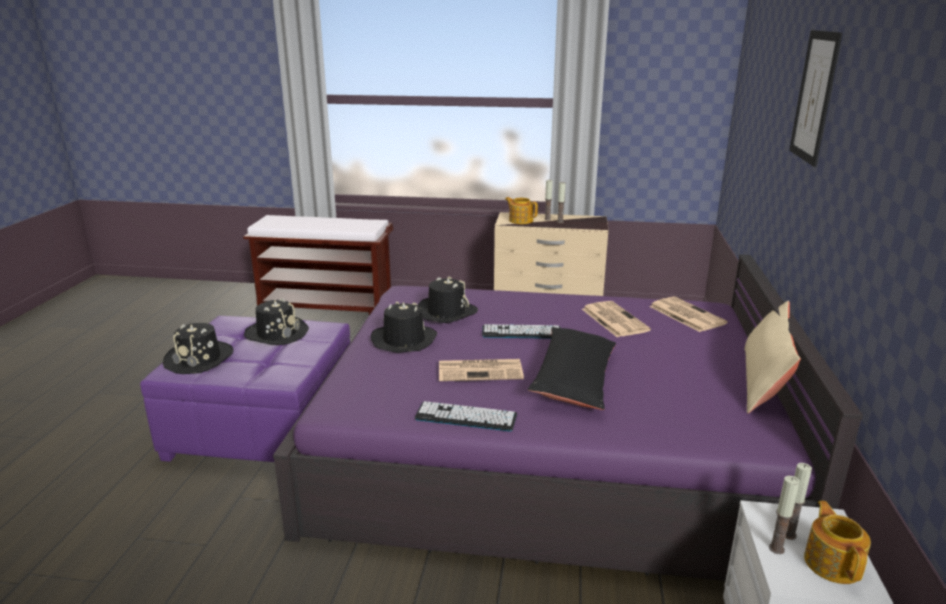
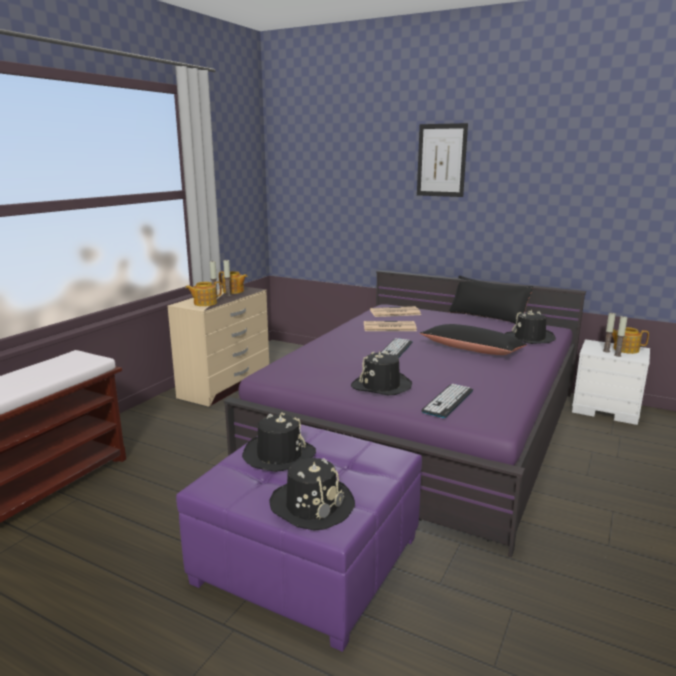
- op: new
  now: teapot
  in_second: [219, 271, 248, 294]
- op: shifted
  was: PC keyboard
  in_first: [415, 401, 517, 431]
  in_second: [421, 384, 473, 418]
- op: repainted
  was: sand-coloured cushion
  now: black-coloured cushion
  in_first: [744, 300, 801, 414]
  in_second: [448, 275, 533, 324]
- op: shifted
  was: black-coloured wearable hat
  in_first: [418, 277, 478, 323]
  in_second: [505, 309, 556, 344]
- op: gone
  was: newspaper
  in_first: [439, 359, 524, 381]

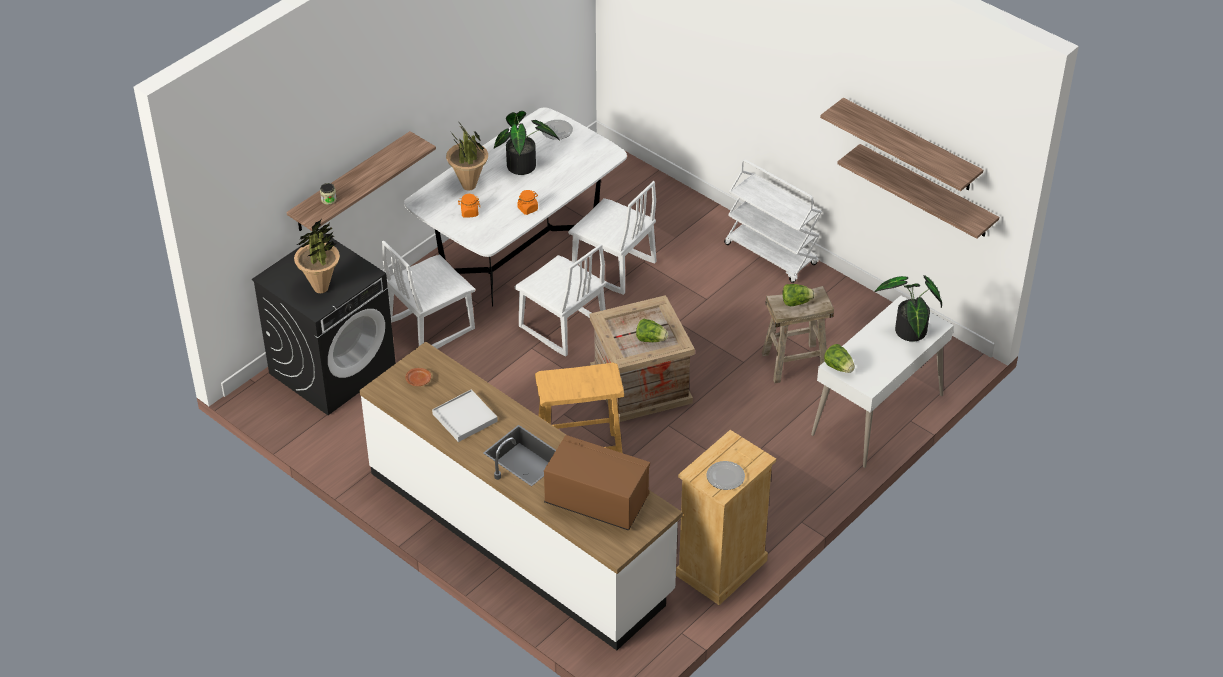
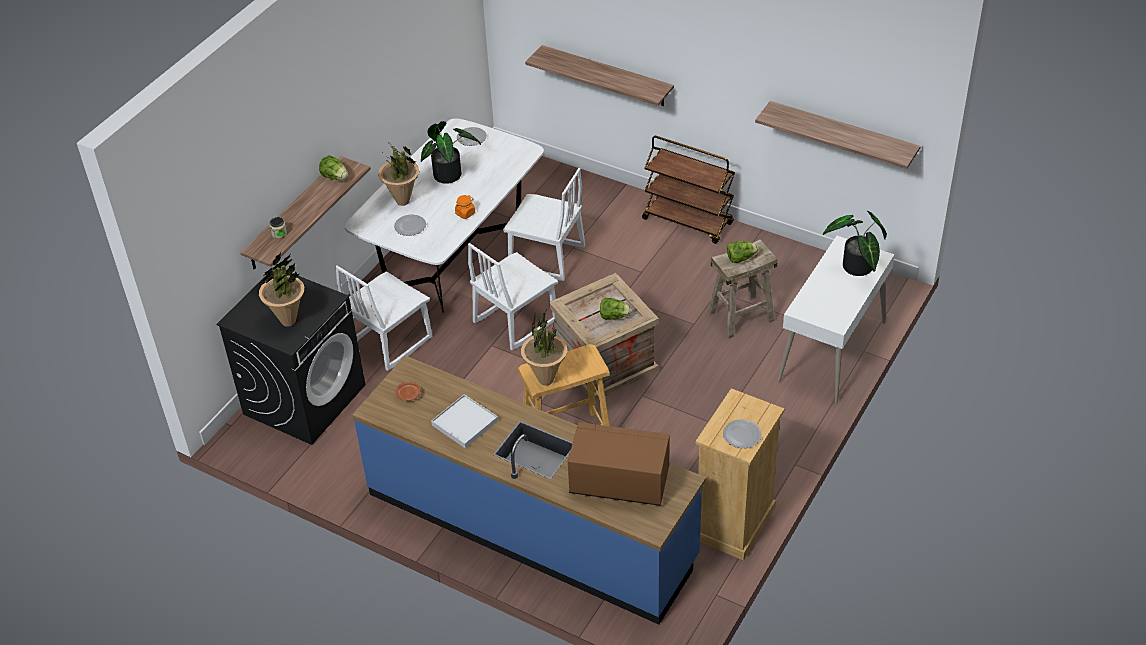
- op: shifted
  was: head of lettuce
  in_first: [824, 344, 855, 373]
  in_second: [319, 155, 348, 180]
- op: repainted
  was: white-coloured counter
  now: blue counter
  in_first: [359, 342, 683, 650]
  in_second: [352, 356, 706, 625]
- op: swapped
  was: orange preserve jar
  now: dinner plate
  in_first: [458, 194, 480, 218]
  in_second: [394, 215, 426, 236]
- op: rotated
  was: white-coloured plain chair
  in_first: [514, 244, 606, 357]
  in_second: [468, 243, 558, 350]
  clockwise: 105
- op: new
  now: plant in a pot
  in_second: [521, 311, 567, 386]
- op: shifted
  was: wall shelf
  in_first: [820, 98, 983, 191]
  in_second: [525, 45, 674, 106]
- op: repainted
  was: white-coloured wheeled cart
  now: brown-coloured wheeled cart
  in_first: [724, 159, 822, 283]
  in_second: [642, 136, 735, 244]

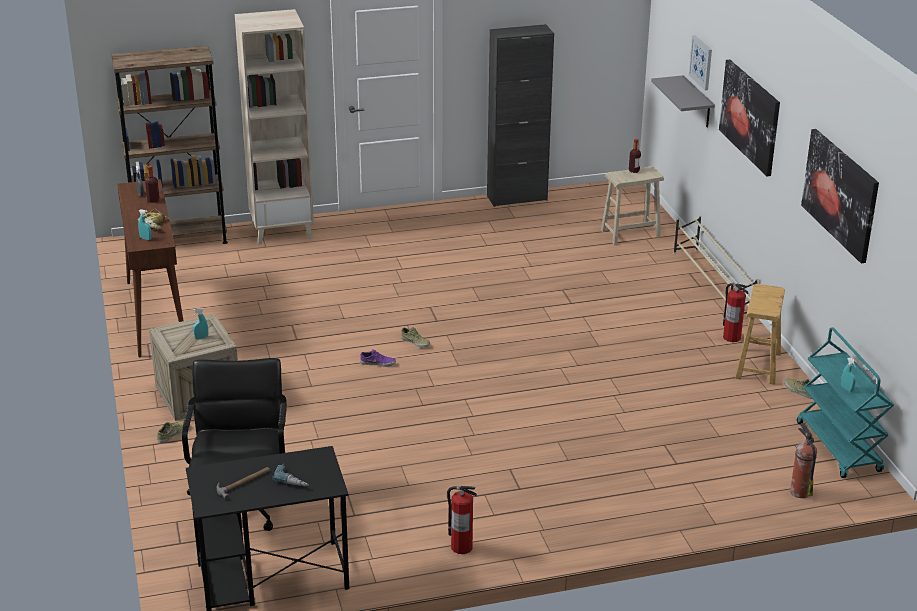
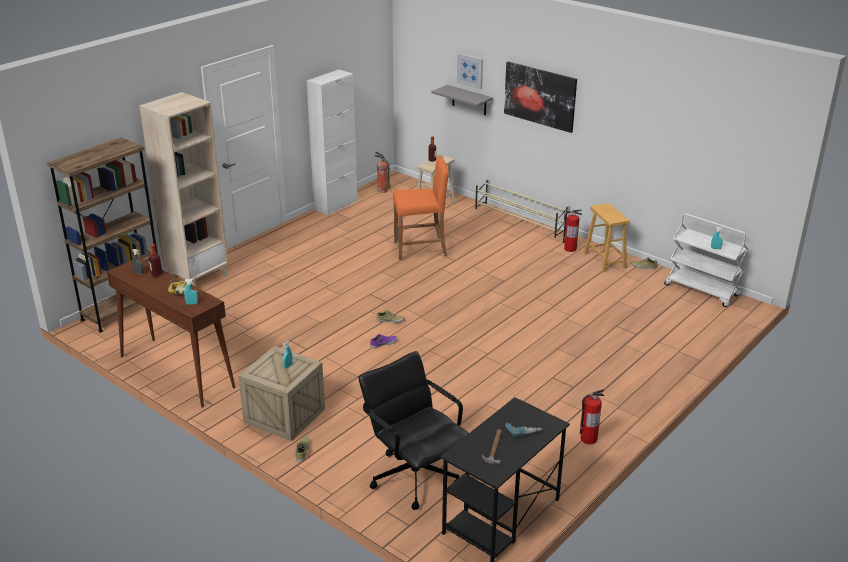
- op: repainted
  was: black-coloured cupboard
  now: white-coloured cupboard
  in_first: [487, 24, 554, 207]
  in_second: [307, 69, 357, 216]
- op: shifted
  was: fire-fighting cylinder
  in_first: [790, 423, 817, 498]
  in_second: [375, 152, 391, 193]
- op: new
  now: orange stool
  in_second: [393, 156, 449, 260]
- op: repainted
  was: turquoise wheeled cart
  now: white-coloured wheeled cart
  in_first: [797, 327, 894, 478]
  in_second: [664, 213, 748, 307]
- op: gone
  was: picture
  in_first: [801, 129, 879, 263]

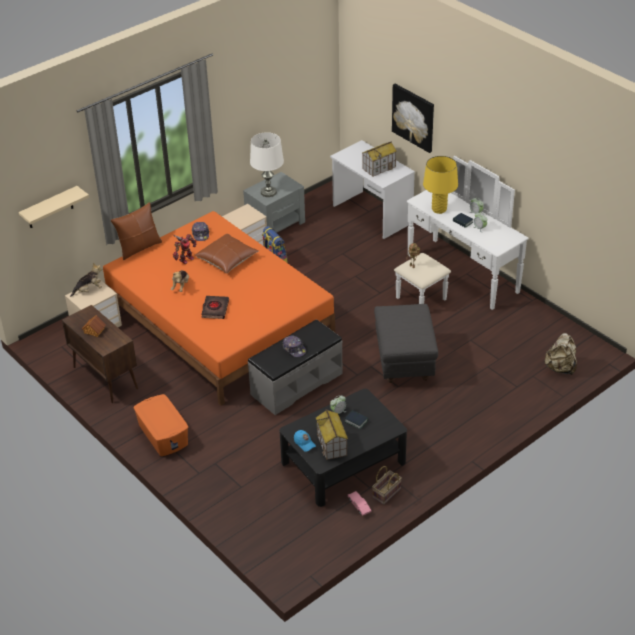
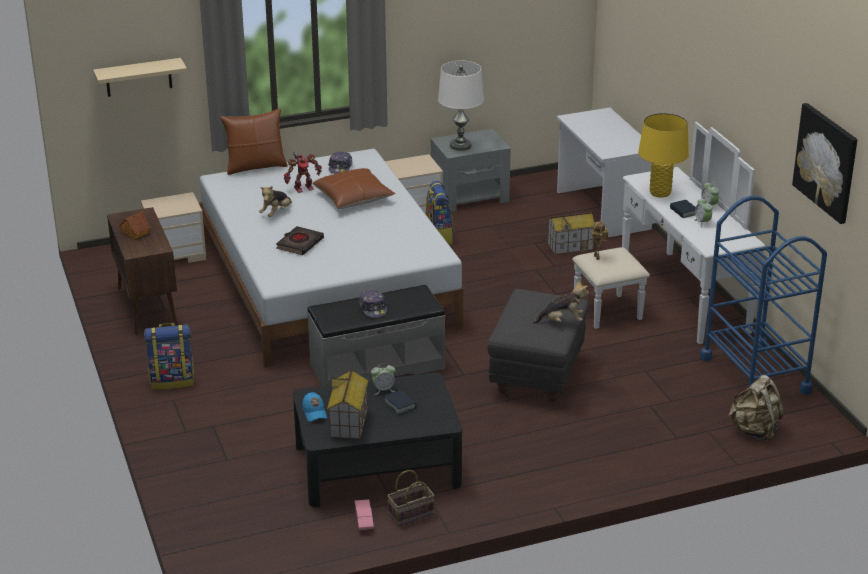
- op: swapped
  was: orange storage container
  now: rucksack
  in_first: [134, 394, 188, 456]
  in_second: [144, 323, 194, 390]
- op: repainted
  was: orange bedroom bed
  now: white-coloured bedroom bed
  in_first: [103, 211, 335, 406]
  in_second: [199, 149, 463, 367]
- op: shifted
  was: cuddly toy
  in_first: [70, 263, 102, 297]
  in_second: [533, 280, 589, 324]
- op: shifted
  was: model house
  in_first: [363, 141, 397, 177]
  in_second: [548, 212, 595, 254]
- op: new
  now: blue wheeled cart
  in_second: [700, 196, 827, 394]
- op: shifted
  was: picture
  in_first: [392, 84, 434, 153]
  in_second: [792, 103, 858, 224]

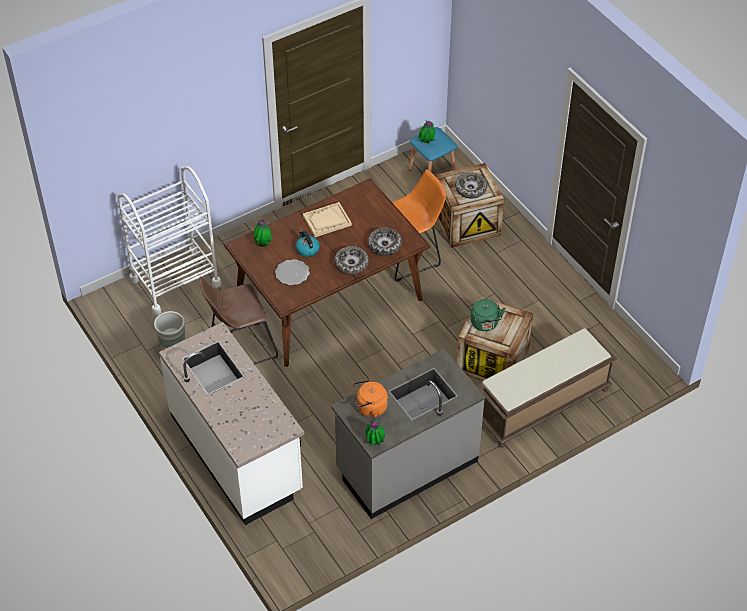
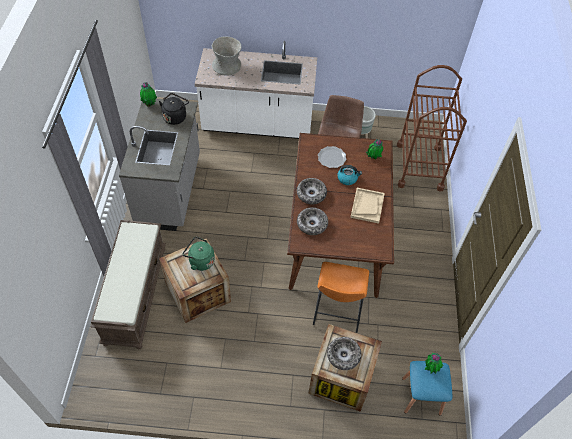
- op: repainted
  was: orange water kettle
  now: black-coloured water kettle
  in_first: [353, 379, 388, 417]
  in_second: [159, 93, 189, 125]
- op: new
  now: gray decorative vase
  in_second: [212, 36, 241, 75]
- op: repainted
  was: white-coloured wheeled cart
  now: brown-coloured wheeled cart
  in_first: [117, 166, 221, 315]
  in_second: [397, 65, 467, 192]

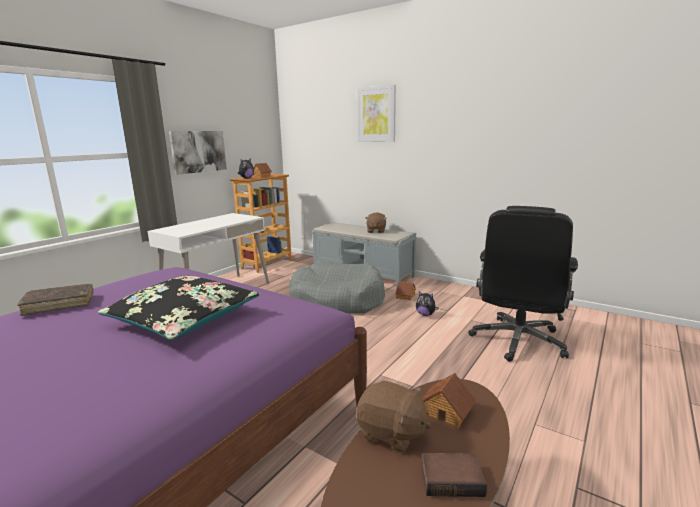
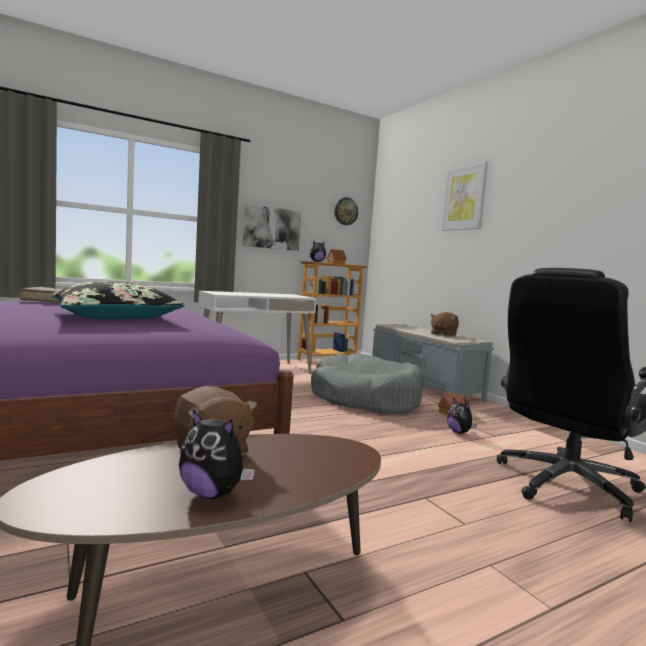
- op: swapped
  was: book
  now: cuddly toy
  in_first: [421, 453, 487, 497]
  in_second: [179, 409, 255, 499]
- op: new
  now: hanging clock
  in_second: [334, 197, 358, 225]
- op: gone
  was: model house
  in_first: [422, 373, 476, 428]

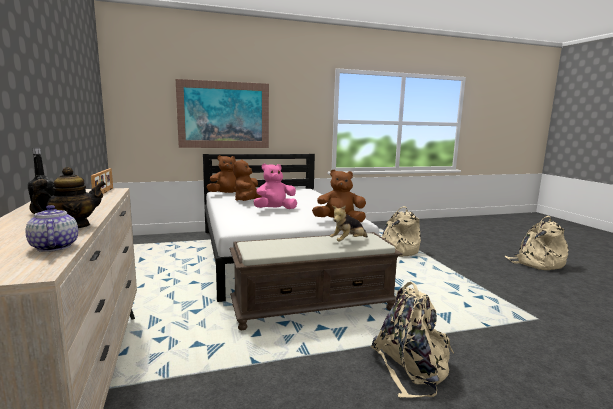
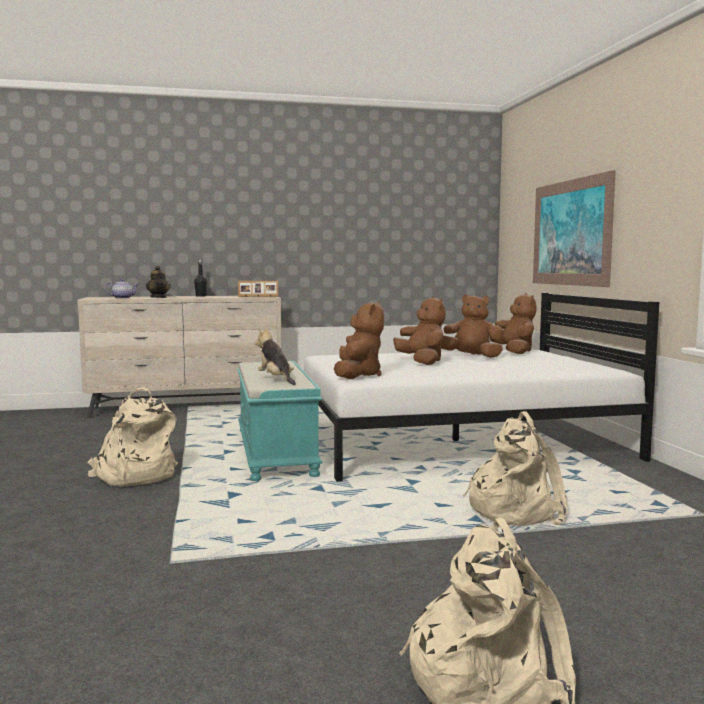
- op: repainted
  was: brown-coloured long seat
  now: turquoise long seat
  in_first: [229, 232, 402, 330]
  in_second: [237, 361, 323, 481]
- op: repainted
  was: pink-coloured cuddly toy
  now: brown-coloured cuddly toy
  in_first: [253, 163, 297, 209]
  in_second: [393, 296, 446, 365]

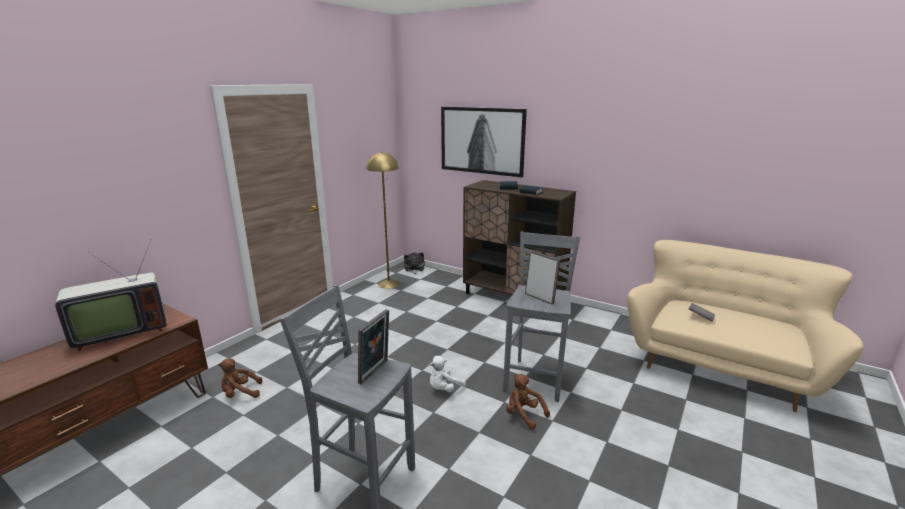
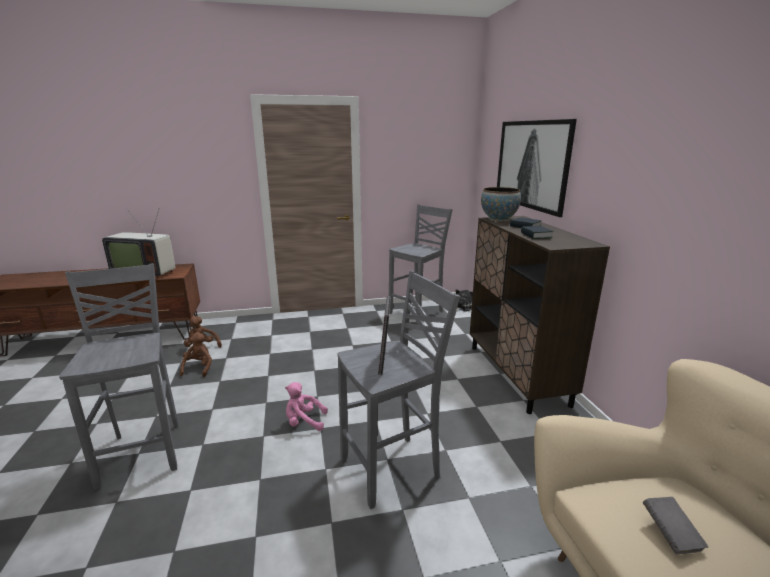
- op: shifted
  was: brown-coloured cuddly toy
  in_first: [506, 374, 550, 430]
  in_second: [180, 332, 212, 377]
- op: repainted
  was: white-coloured cuddly toy
  now: pink-coloured cuddly toy
  in_first: [430, 356, 466, 392]
  in_second: [285, 382, 328, 431]
- op: swapped
  was: yellow floor lamp
  now: gray stool
  in_first: [366, 152, 400, 289]
  in_second: [389, 204, 453, 325]
- op: new
  now: serving bowl
  in_second: [481, 187, 521, 221]
- op: gone
  was: photo frame
  in_first: [358, 309, 389, 384]

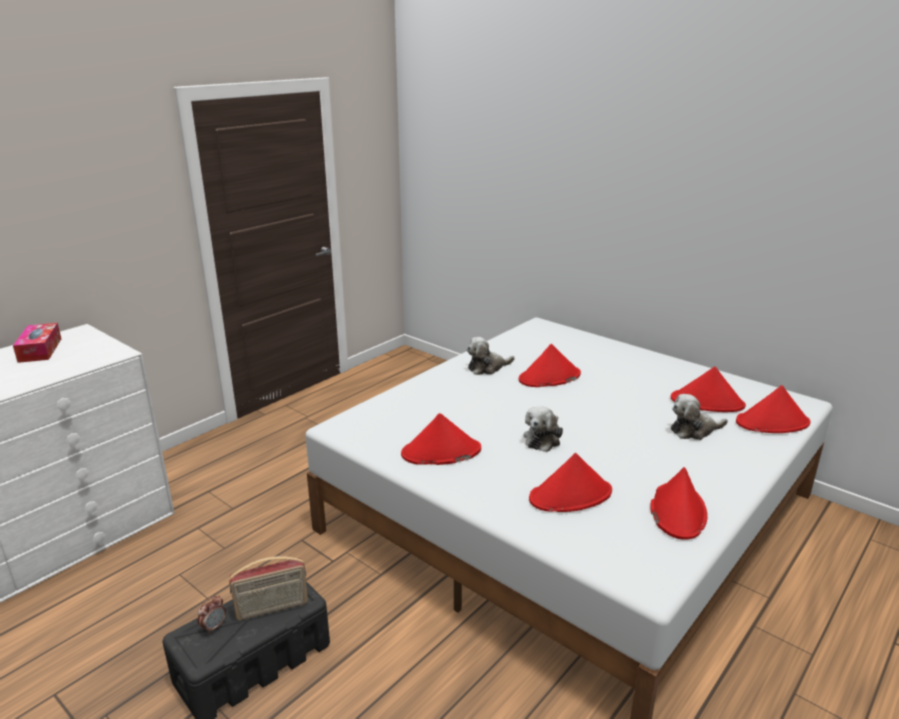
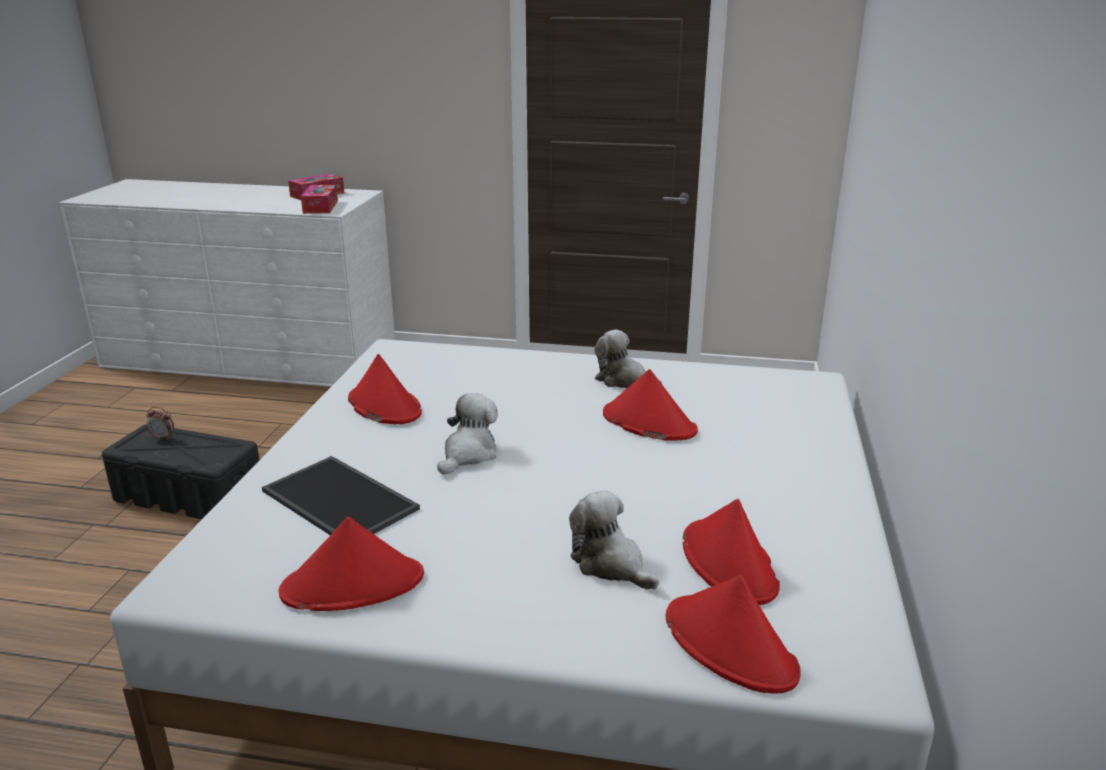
- op: swapped
  was: red wearable hat
  now: tray
  in_first: [529, 453, 612, 512]
  in_second: [262, 456, 420, 535]
- op: new
  now: tissue holder
  in_second: [301, 185, 338, 214]
- op: rotated
  was: cuddly toy
  in_first: [524, 406, 563, 452]
  in_second: [437, 393, 498, 474]
  clockwise: 120
- op: gone
  was: radio receiver
  in_first: [229, 556, 308, 620]

